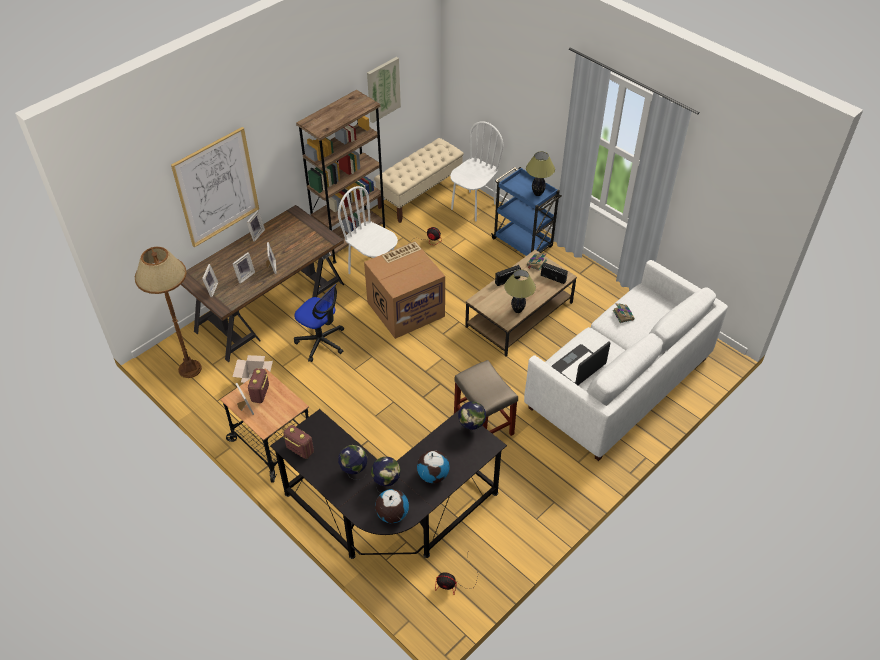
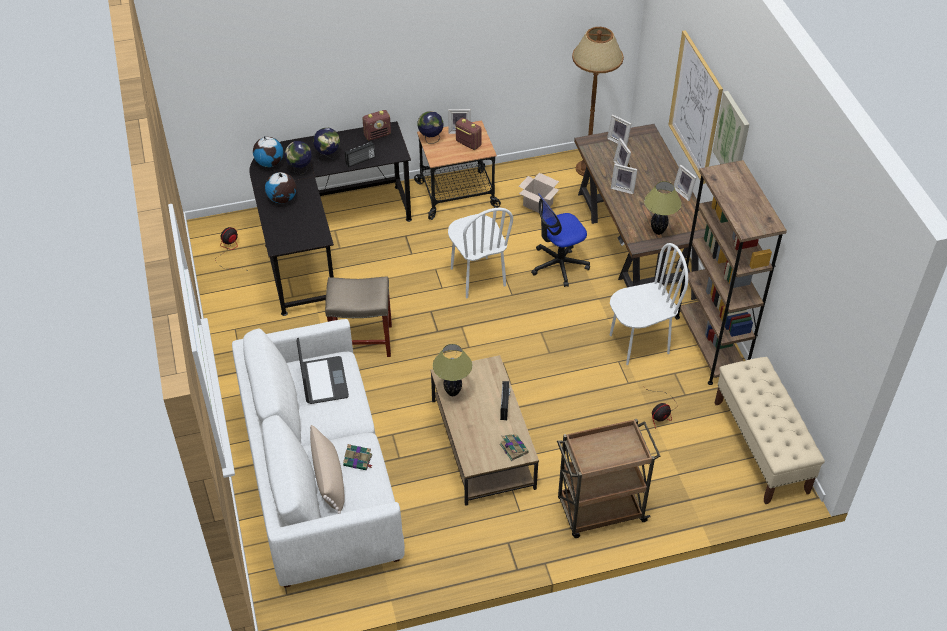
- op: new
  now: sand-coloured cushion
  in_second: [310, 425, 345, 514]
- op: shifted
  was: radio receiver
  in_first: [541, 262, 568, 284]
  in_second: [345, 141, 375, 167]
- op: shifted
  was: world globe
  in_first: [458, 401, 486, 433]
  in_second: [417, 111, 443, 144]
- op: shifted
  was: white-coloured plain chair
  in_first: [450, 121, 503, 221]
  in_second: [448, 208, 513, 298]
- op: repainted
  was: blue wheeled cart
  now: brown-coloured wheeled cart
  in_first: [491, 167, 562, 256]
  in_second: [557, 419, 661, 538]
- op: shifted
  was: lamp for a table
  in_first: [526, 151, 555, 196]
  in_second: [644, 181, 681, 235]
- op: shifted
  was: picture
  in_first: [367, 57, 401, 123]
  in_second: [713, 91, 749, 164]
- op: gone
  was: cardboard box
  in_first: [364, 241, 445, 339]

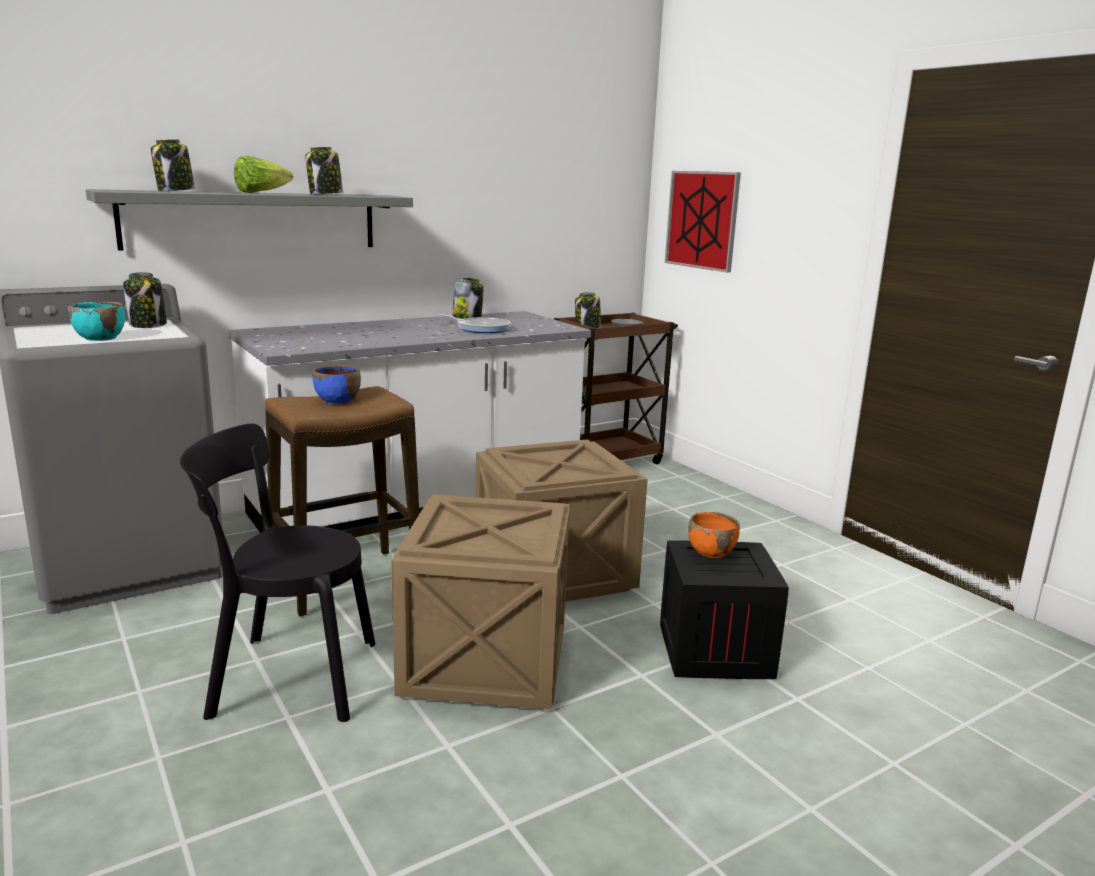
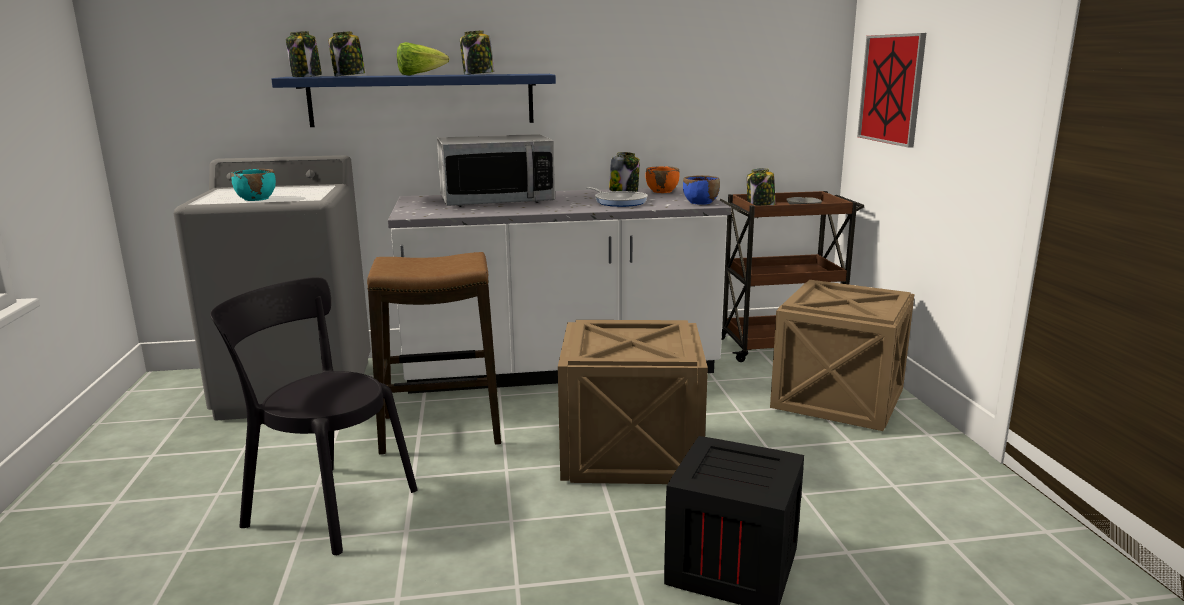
- op: repainted
  was: gray wall shelf
  now: blue wall shelf
  in_first: [86, 189, 413, 251]
  in_second: [271, 74, 556, 127]
- op: shifted
  was: preserve jar
  in_first: [123, 272, 167, 328]
  in_second: [286, 31, 322, 77]
- op: new
  now: microwave
  in_second: [437, 134, 555, 207]
- op: shifted
  was: orange serving bowl
  in_first: [688, 512, 740, 558]
  in_second: [645, 166, 679, 193]
- op: shifted
  was: blue serving bowl
  in_first: [313, 365, 361, 404]
  in_second: [683, 175, 720, 205]
- op: shifted
  was: packing crate
  in_first: [392, 495, 570, 710]
  in_second: [770, 280, 914, 431]

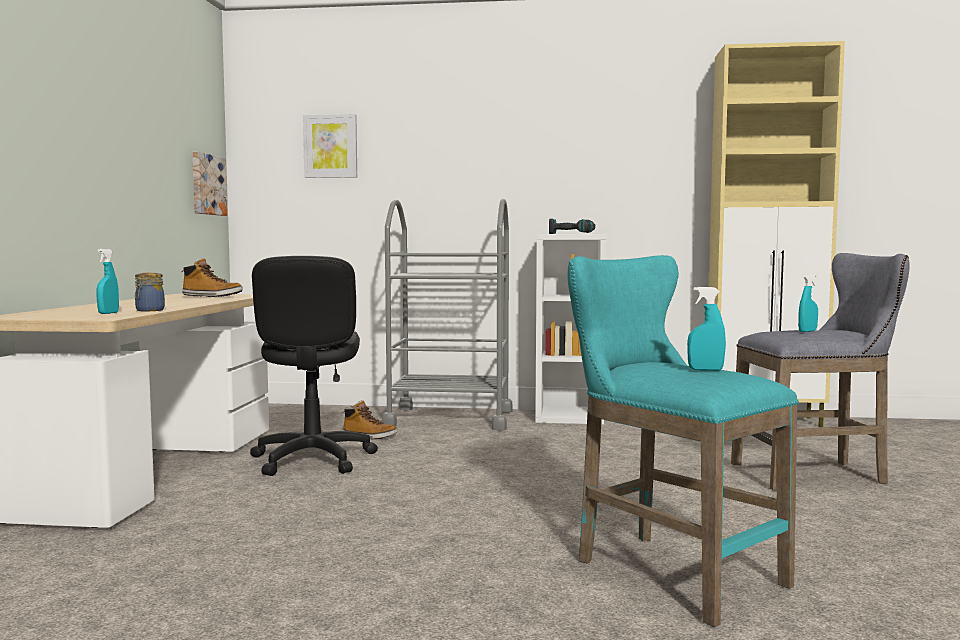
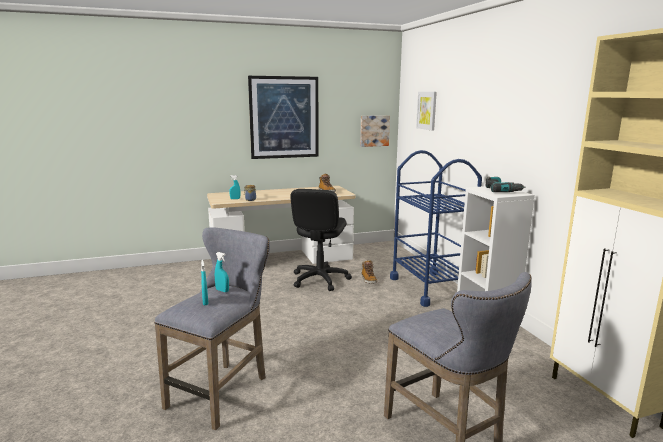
- op: repainted
  was: turquoise stool
  now: gray stool
  in_first: [568, 255, 799, 627]
  in_second: [154, 227, 270, 431]
- op: shifted
  was: turquoise hand sprayer
  in_first: [798, 274, 818, 332]
  in_second: [215, 252, 229, 292]
- op: new
  now: picture
  in_second: [248, 76, 318, 159]
- op: rotated
  was: black-coloured computer chair
  in_first: [250, 256, 378, 476]
  in_second: [290, 189, 352, 291]
  clockwise: -45
- op: repainted
  was: gray wheeled cart
  now: blue wheeled cart
  in_first: [382, 199, 513, 431]
  in_second: [390, 150, 482, 307]

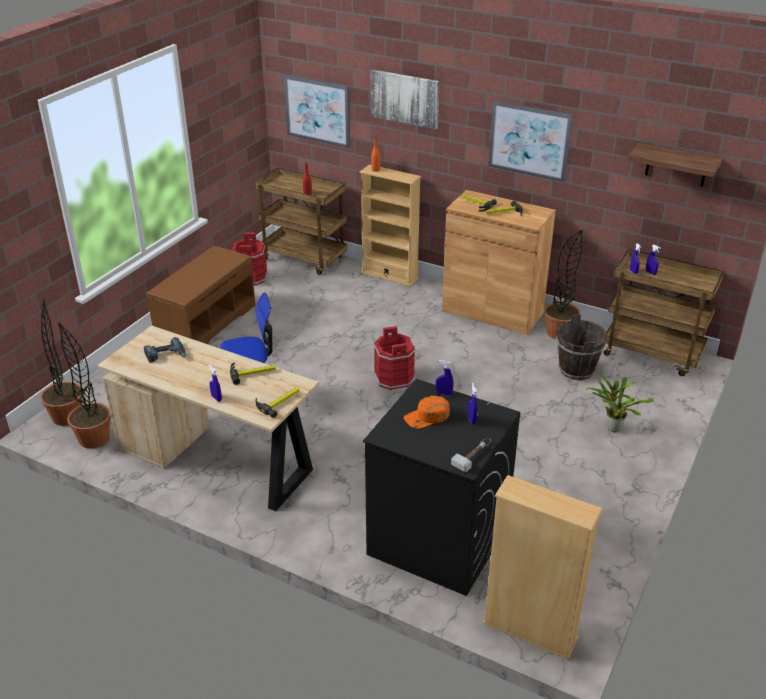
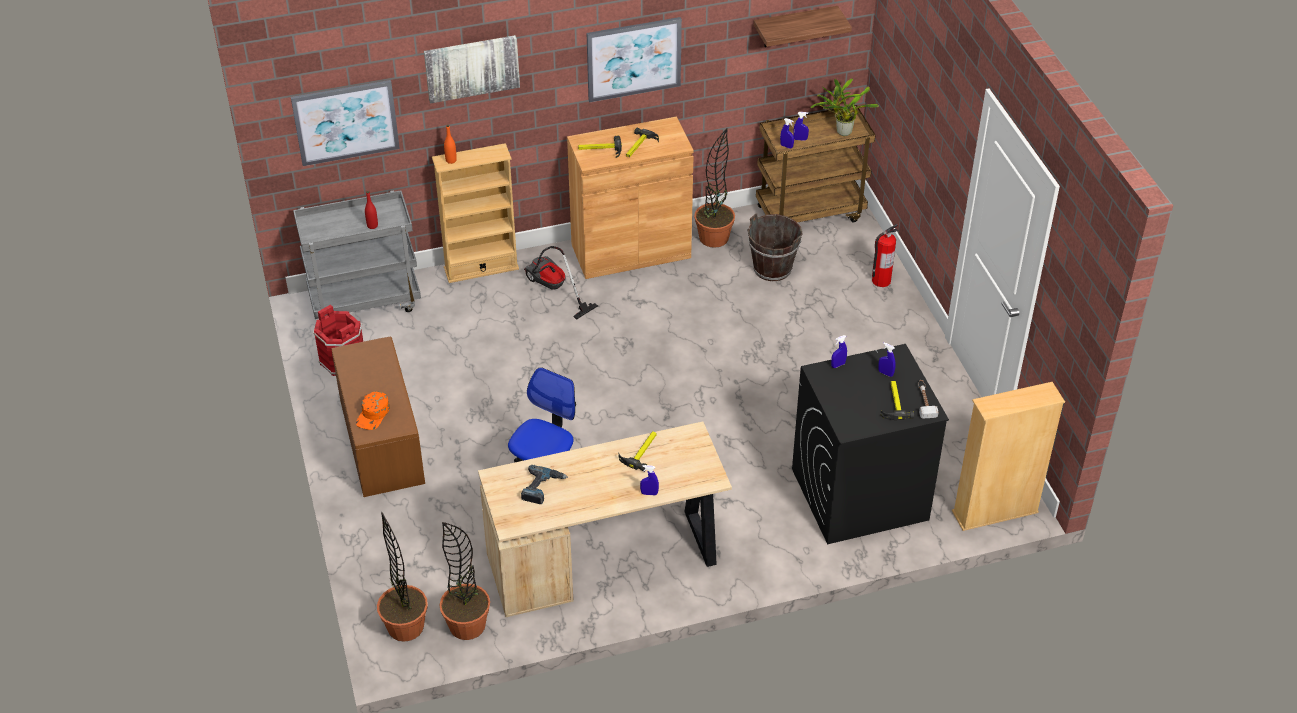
- op: repainted
  was: brown-coloured wheeled cart
  now: gray wheeled cart
  in_first: [255, 168, 347, 275]
  in_second: [293, 190, 421, 319]
- op: shifted
  was: orange baseball cap
  in_first: [404, 396, 450, 429]
  in_second: [356, 391, 390, 430]
- op: new
  now: vacuum cleaner
  in_second: [524, 246, 598, 320]
- op: shifted
  was: plant in a pot
  in_first: [586, 374, 654, 432]
  in_second: [810, 78, 879, 136]
- op: new
  now: fire-fighting cylinder
  in_second: [872, 224, 898, 287]
- op: shifted
  was: hand hammer
  in_first: [256, 387, 299, 418]
  in_second: [880, 381, 914, 420]
- op: gone
  was: red bucket
  in_first: [374, 326, 416, 390]

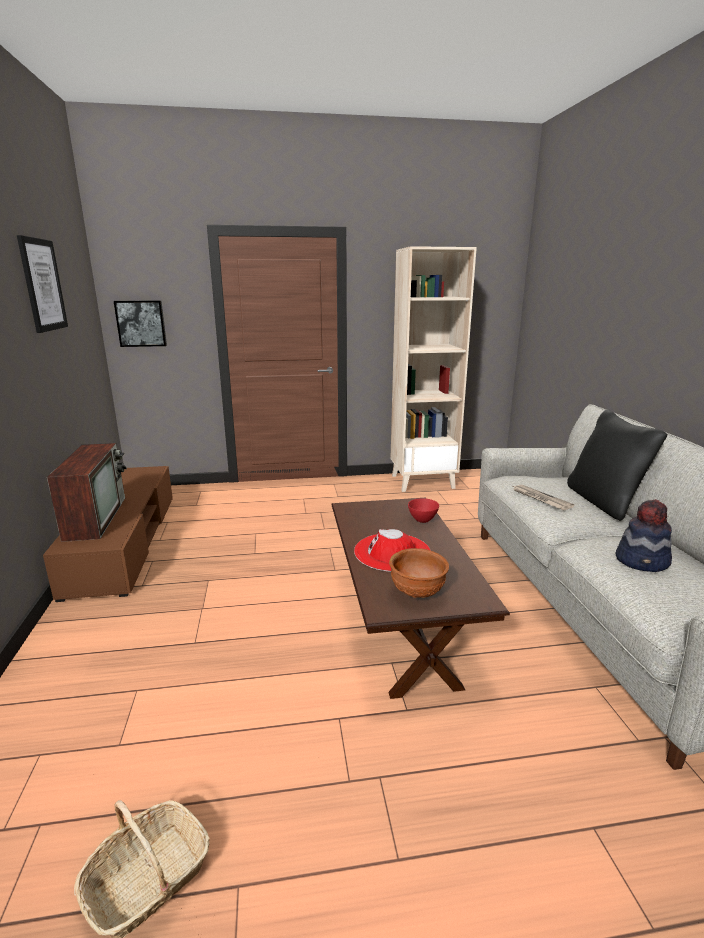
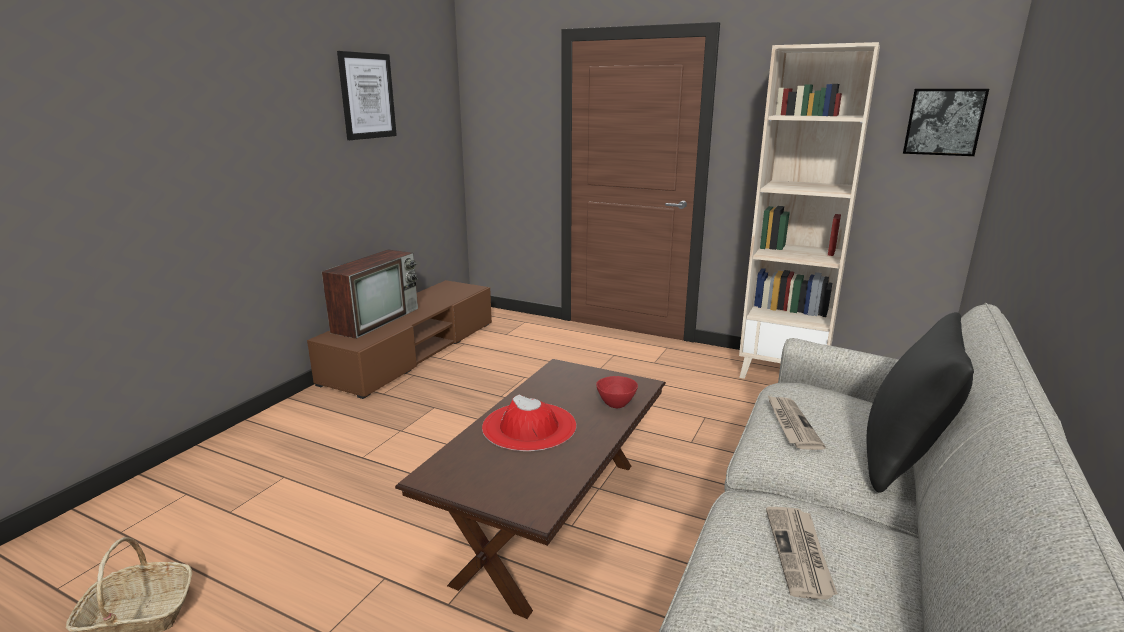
- op: swapped
  was: wearable hat
  now: newspaper
  in_first: [616, 499, 672, 572]
  in_second: [766, 507, 838, 600]
- op: shifted
  was: picture
  in_first: [114, 301, 167, 347]
  in_second: [903, 89, 989, 156]
- op: gone
  was: brown-coloured serving bowl
  in_first: [389, 548, 449, 598]

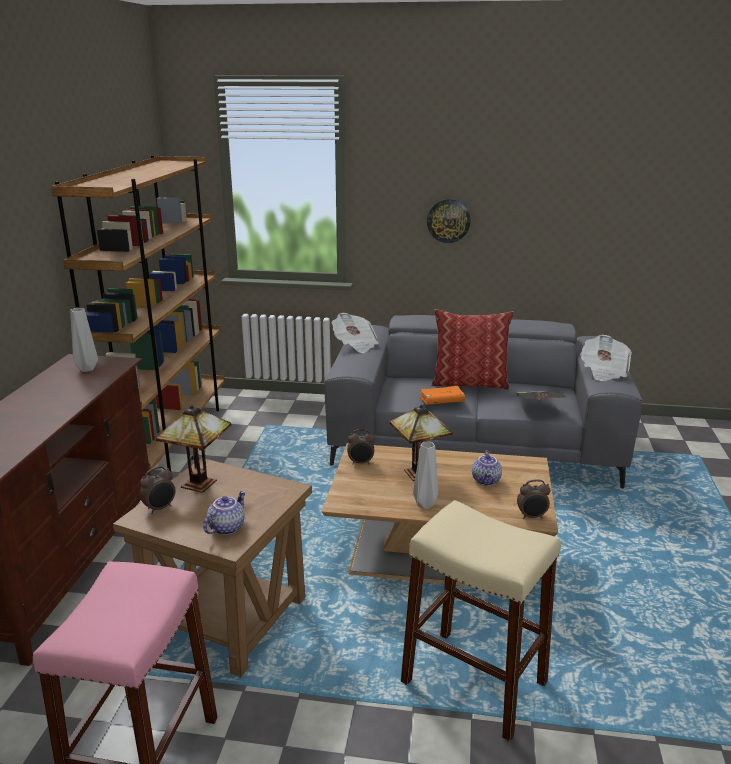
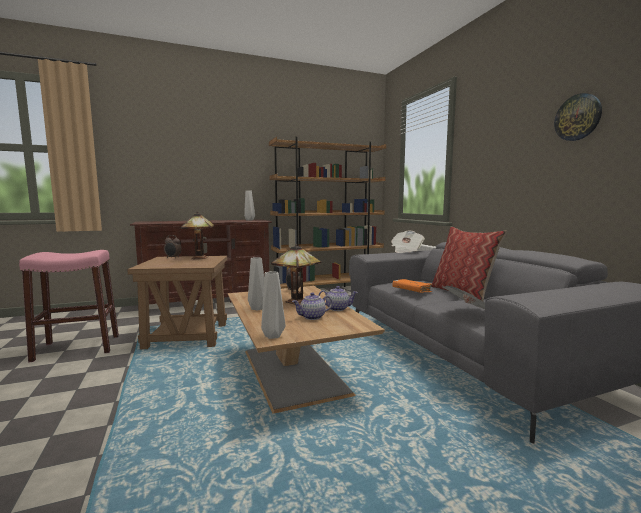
- op: swapped
  was: table clock
  now: gray decorative vase
  in_first: [517, 480, 551, 519]
  in_second: [261, 271, 286, 339]
- op: shifted
  was: teapot
  in_first: [203, 491, 246, 535]
  in_second: [318, 286, 358, 311]
- op: shifted
  was: hanging clock
  in_first: [427, 199, 471, 243]
  in_second: [554, 93, 602, 141]
- op: gone
  was: sand-coloured stool
  in_first: [401, 500, 561, 742]
- op: gone
  was: newspaper
  in_first: [580, 335, 632, 381]

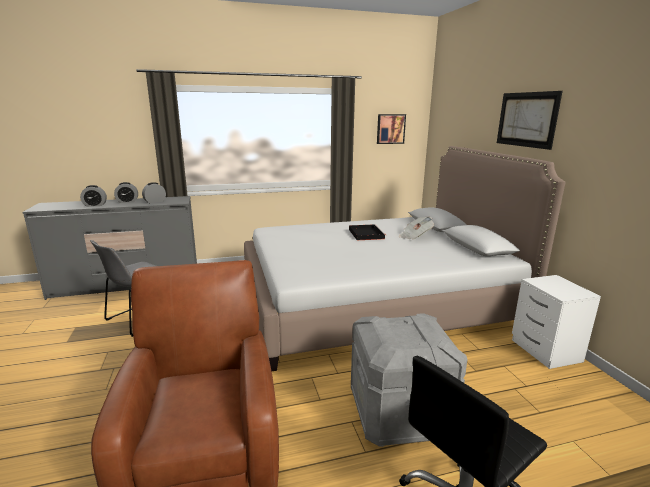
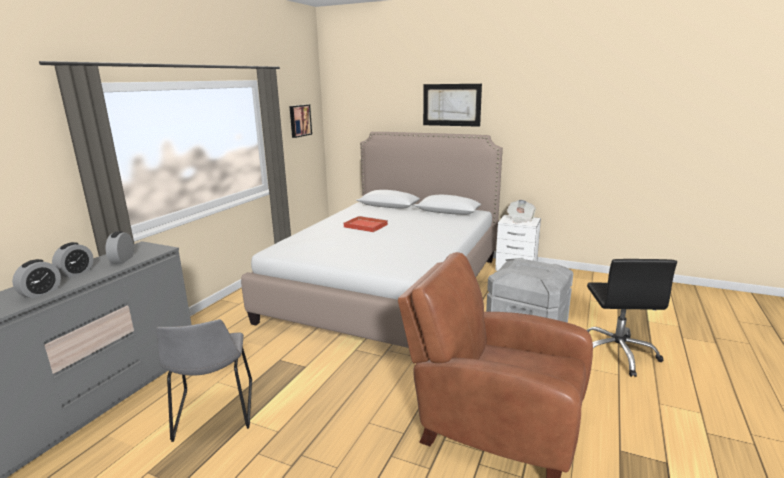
- op: repainted
  was: black-coloured tray
  now: red tray
  in_first: [349, 224, 386, 240]
  in_second: [344, 216, 388, 232]
- op: shifted
  was: newspaper
  in_first: [399, 217, 434, 240]
  in_second: [507, 200, 536, 223]

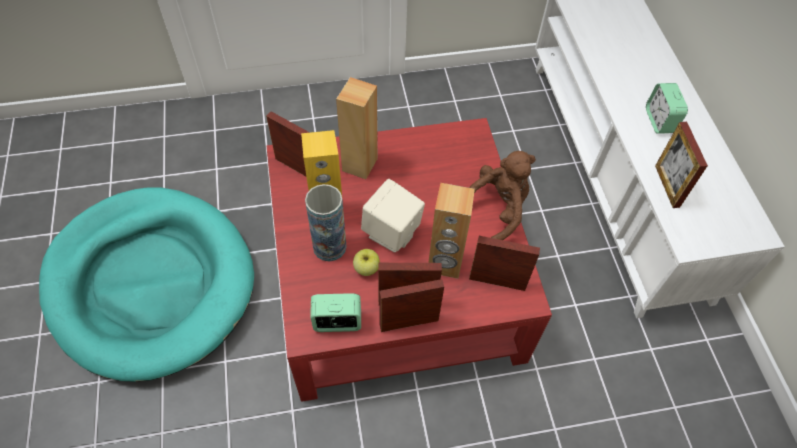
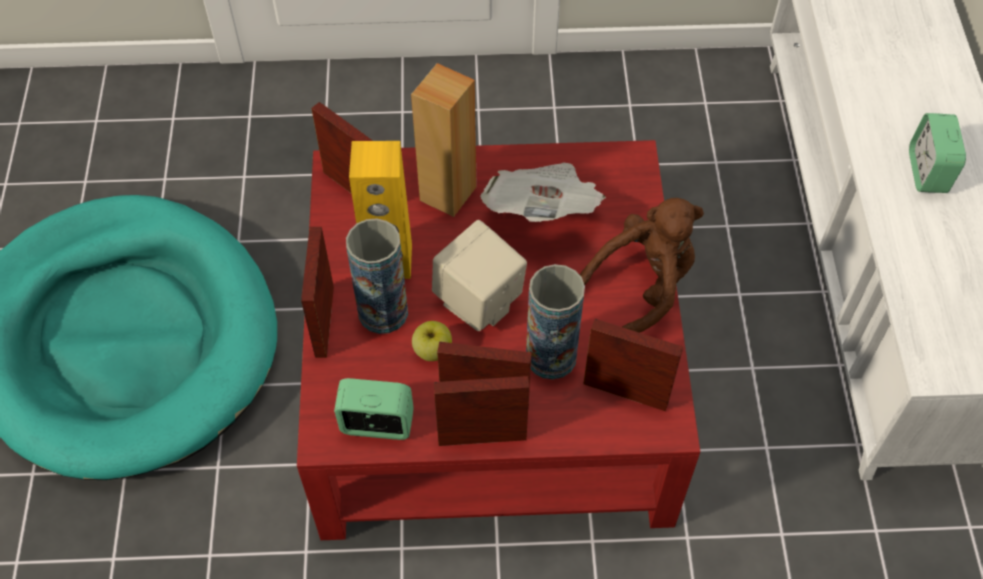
- op: shifted
  was: photo frame
  in_first: [655, 122, 708, 208]
  in_second: [301, 227, 334, 358]
- op: new
  now: newspaper
  in_second: [480, 162, 606, 222]
- op: swapped
  was: brown-coloured loudspeaker
  now: decorative vase
  in_first: [428, 183, 475, 279]
  in_second: [526, 264, 585, 380]

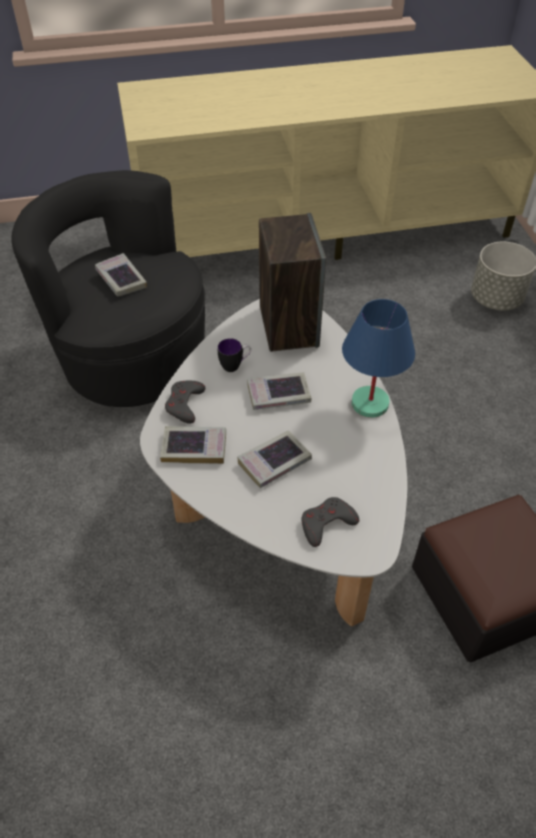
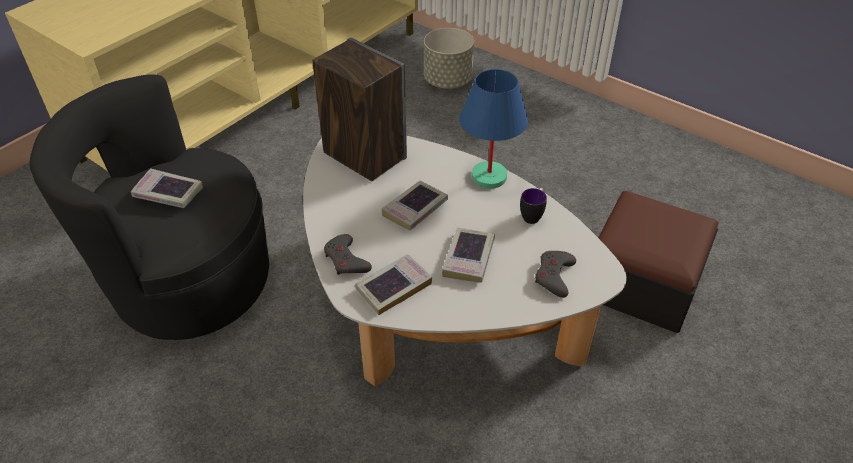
- op: shifted
  was: tea mug
  in_first: [218, 338, 251, 372]
  in_second: [520, 188, 547, 224]

